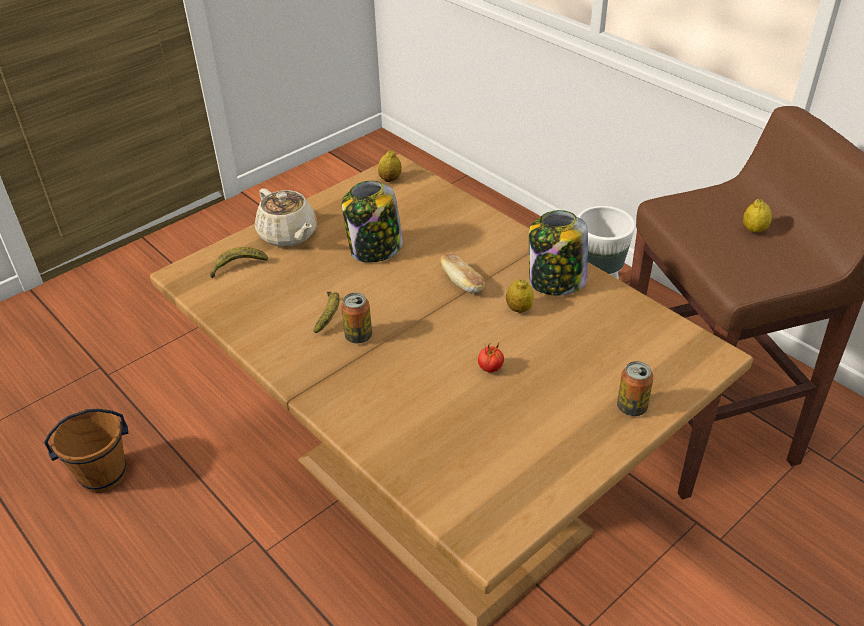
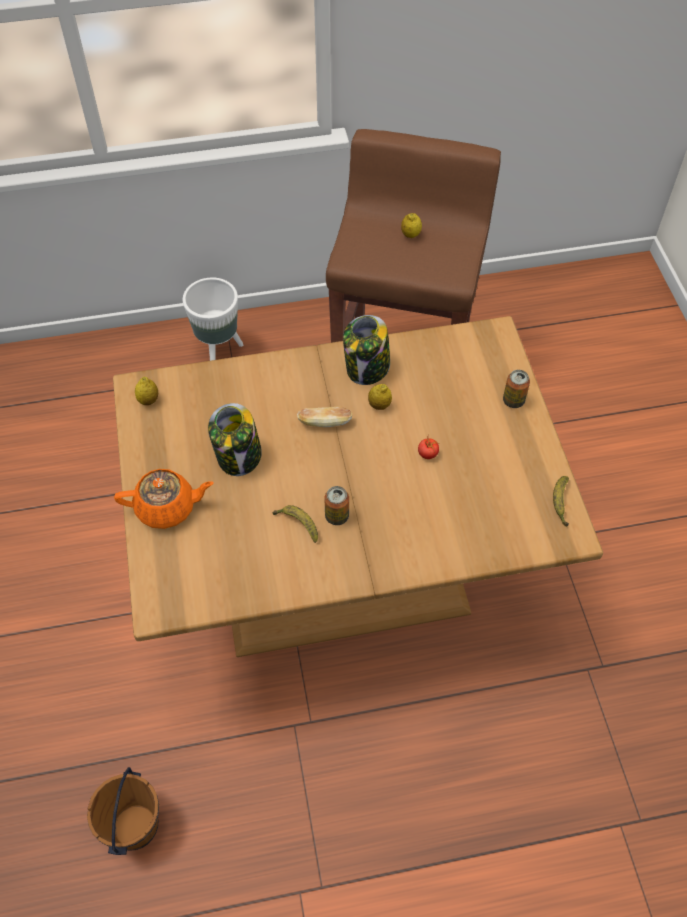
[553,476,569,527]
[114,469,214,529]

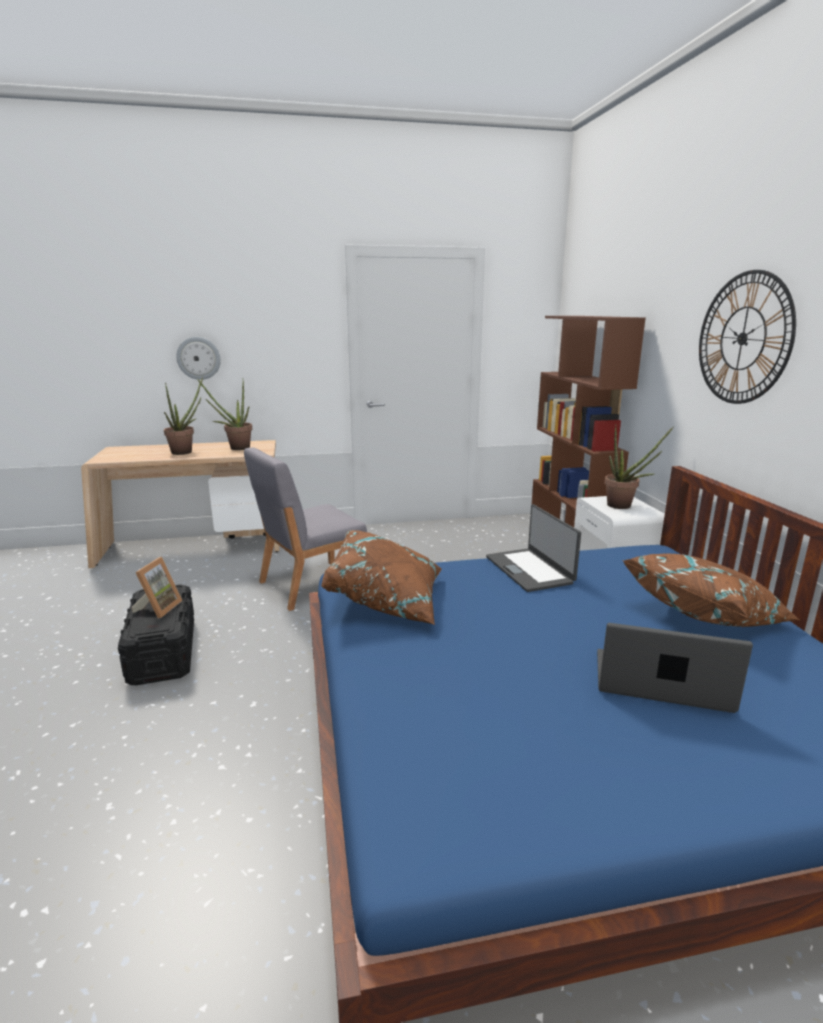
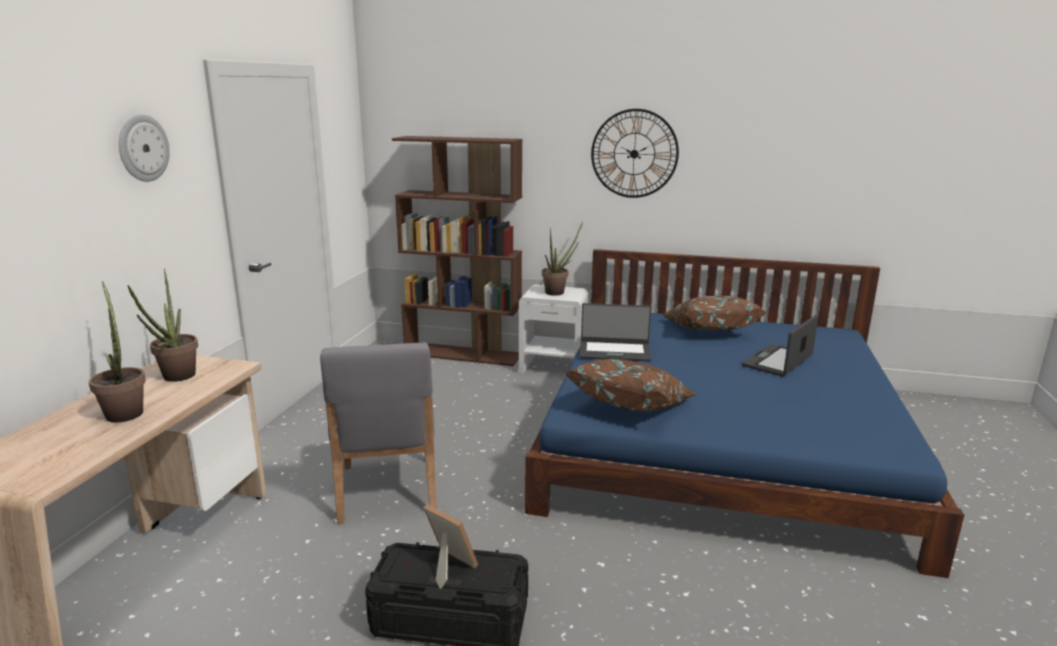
[119,114,170,182]

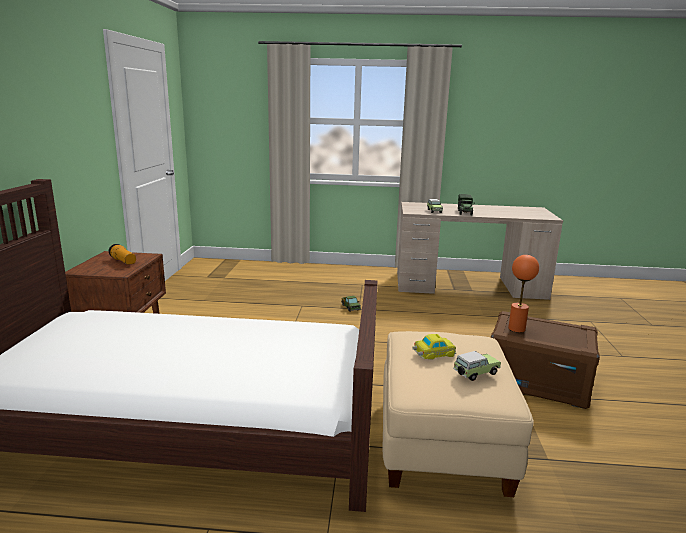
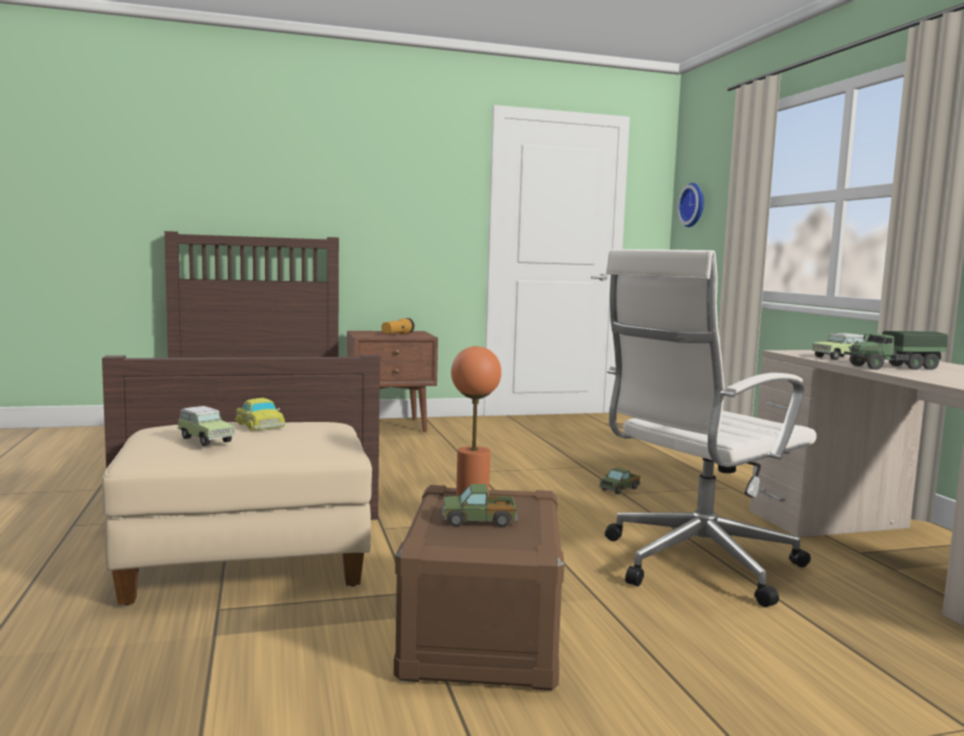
[442,484,518,527]
[605,249,817,607]
[677,183,704,227]

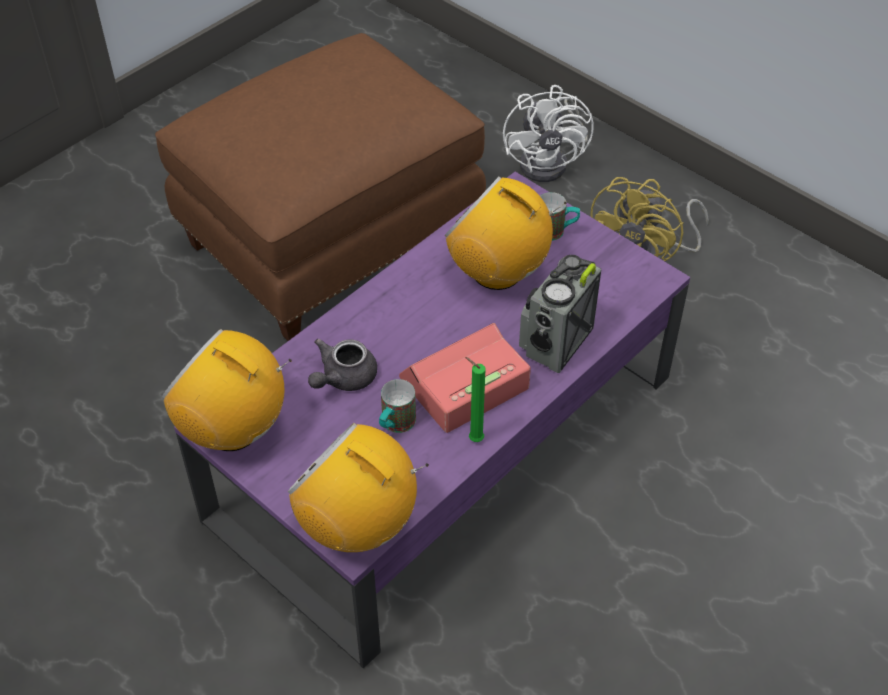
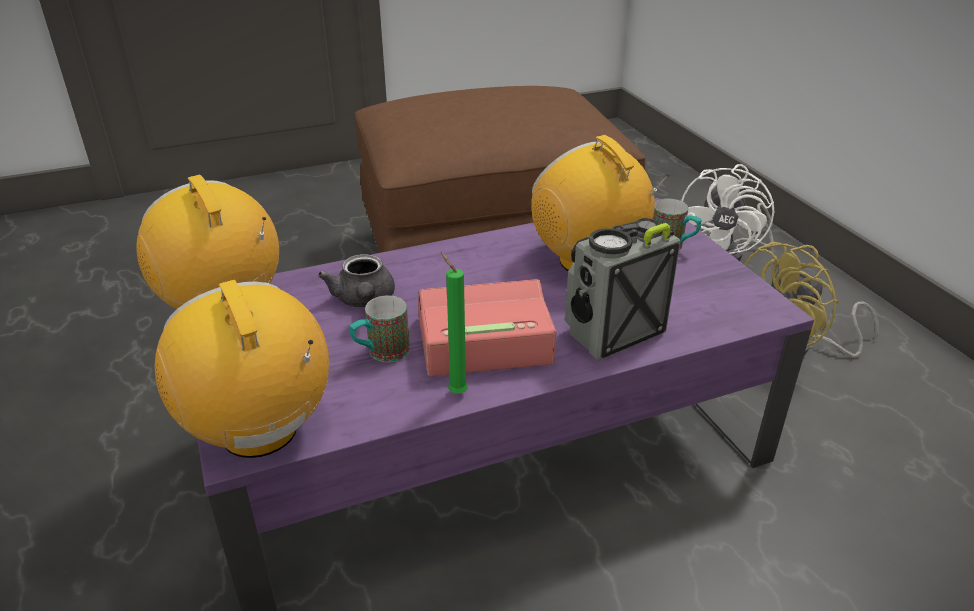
[318,254,395,307]

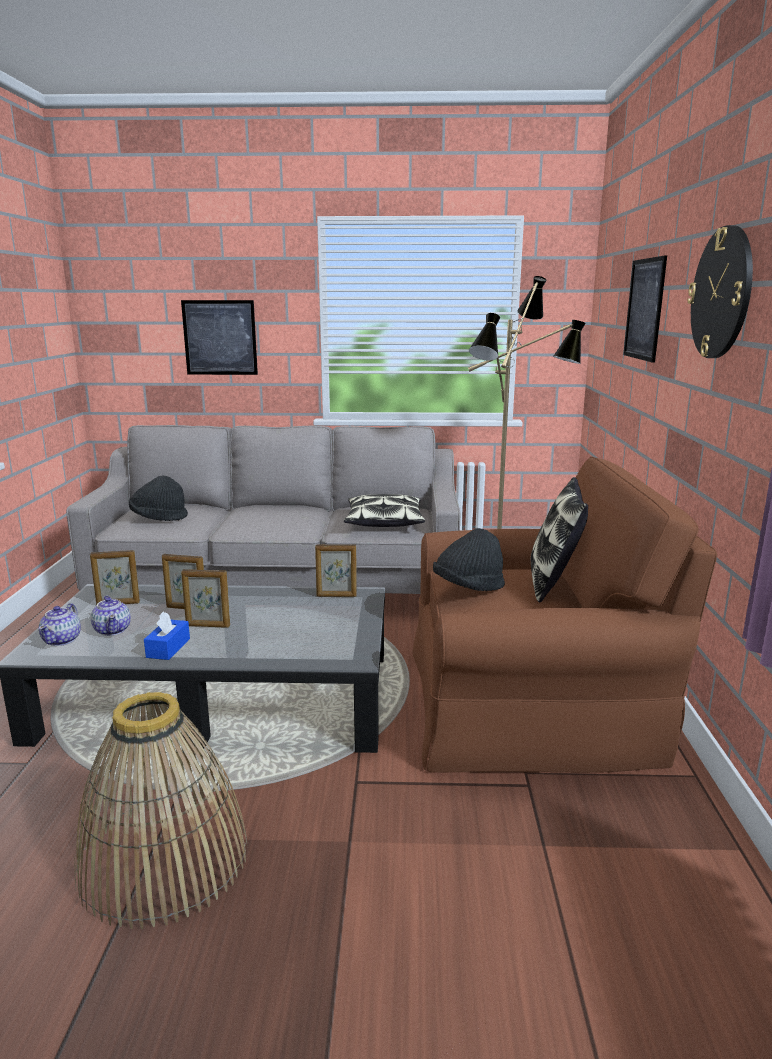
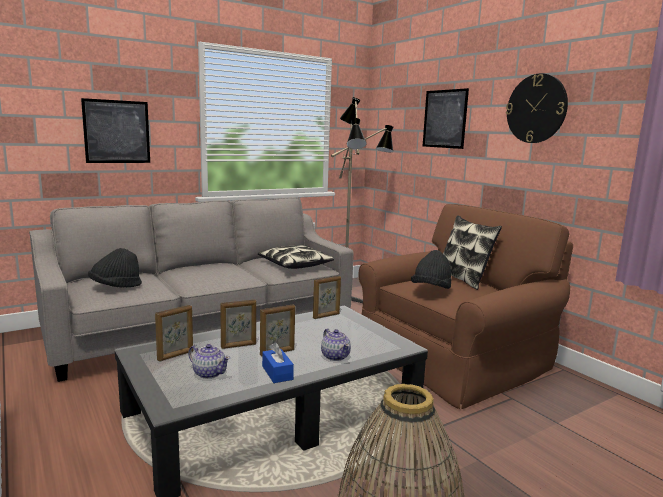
[321,329,351,361]

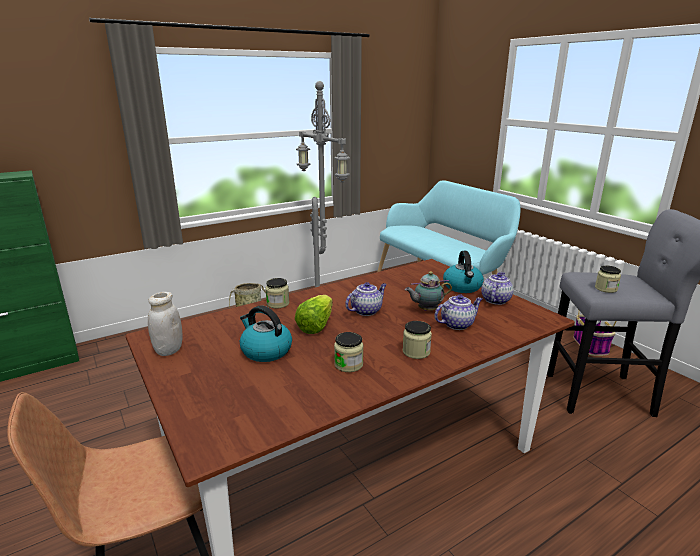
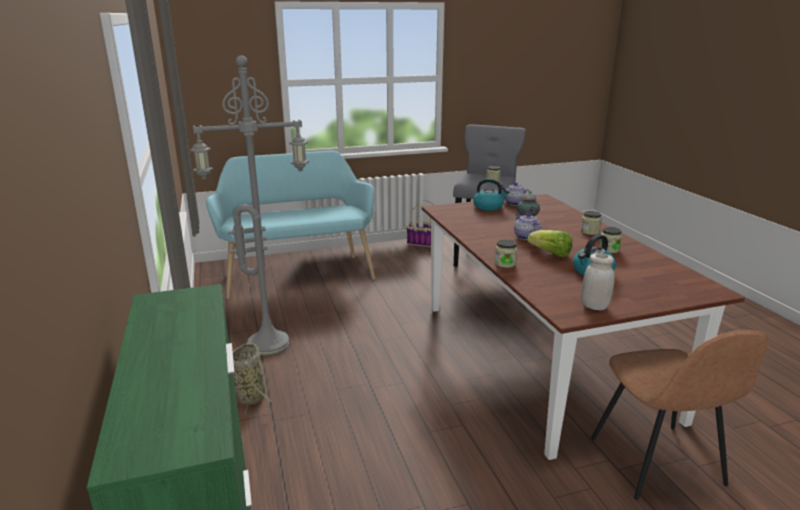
[434,294,482,330] (first image)

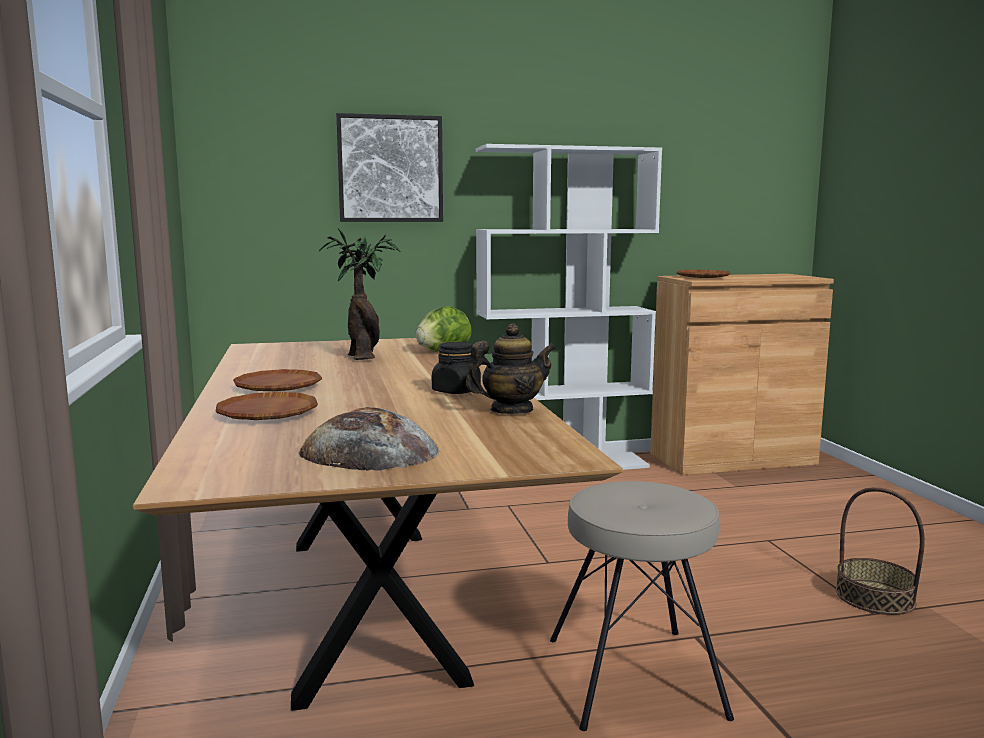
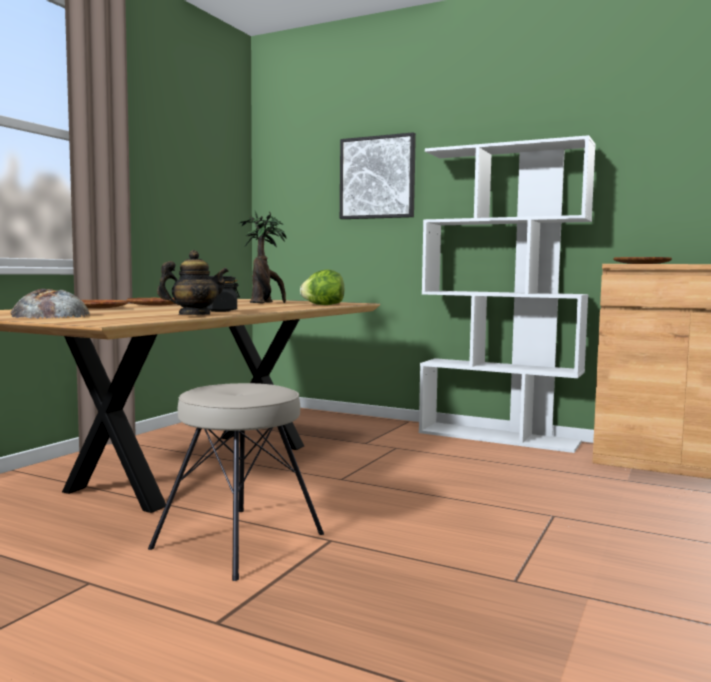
[836,487,925,615] (first image)
[157,250,228,315]

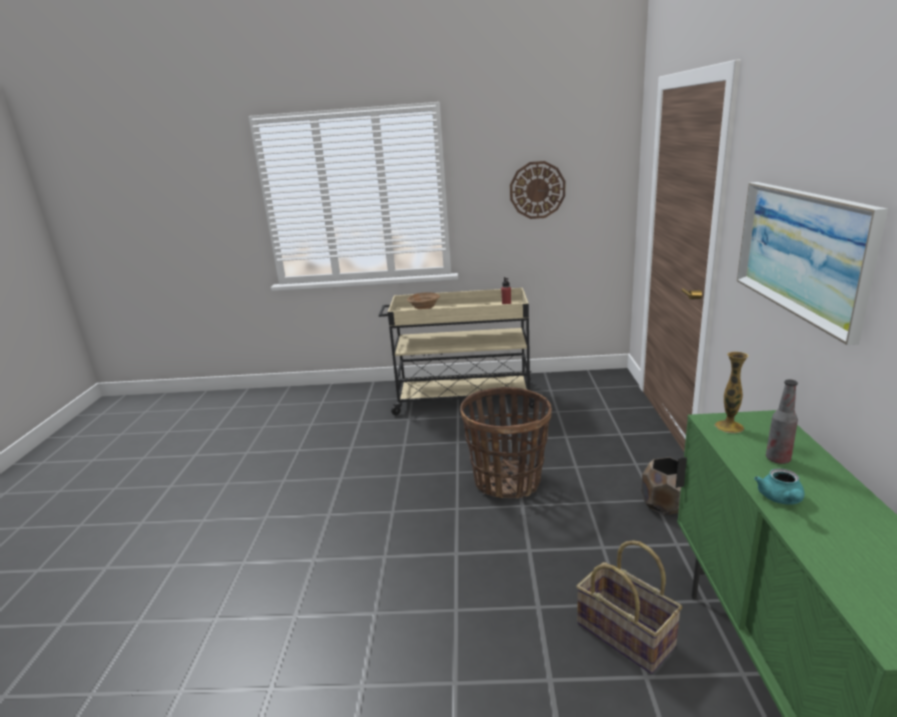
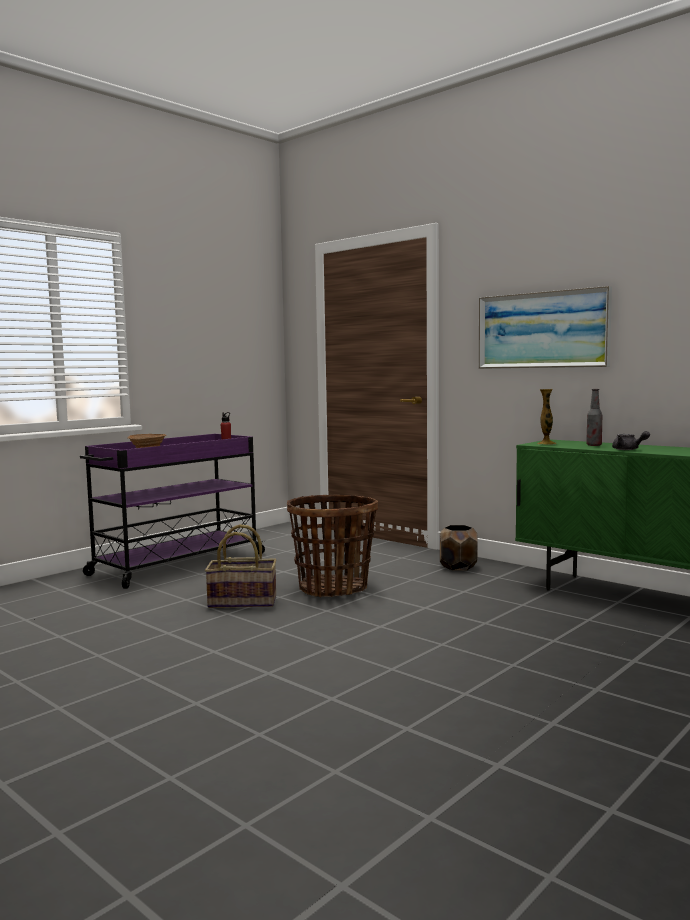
[510,161,565,219] (first image)
[205,524,276,608]
[80,434,267,589]
[612,431,650,450]

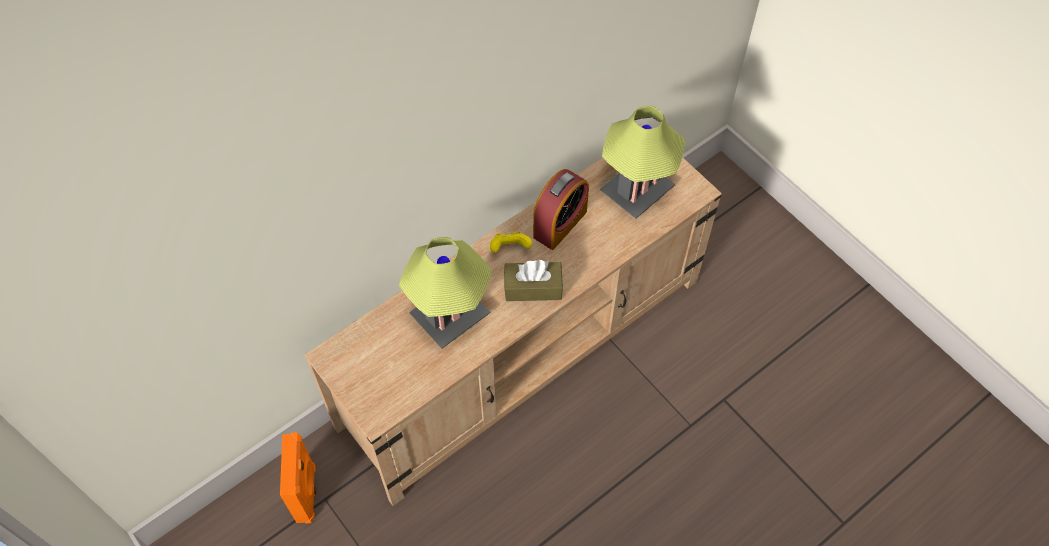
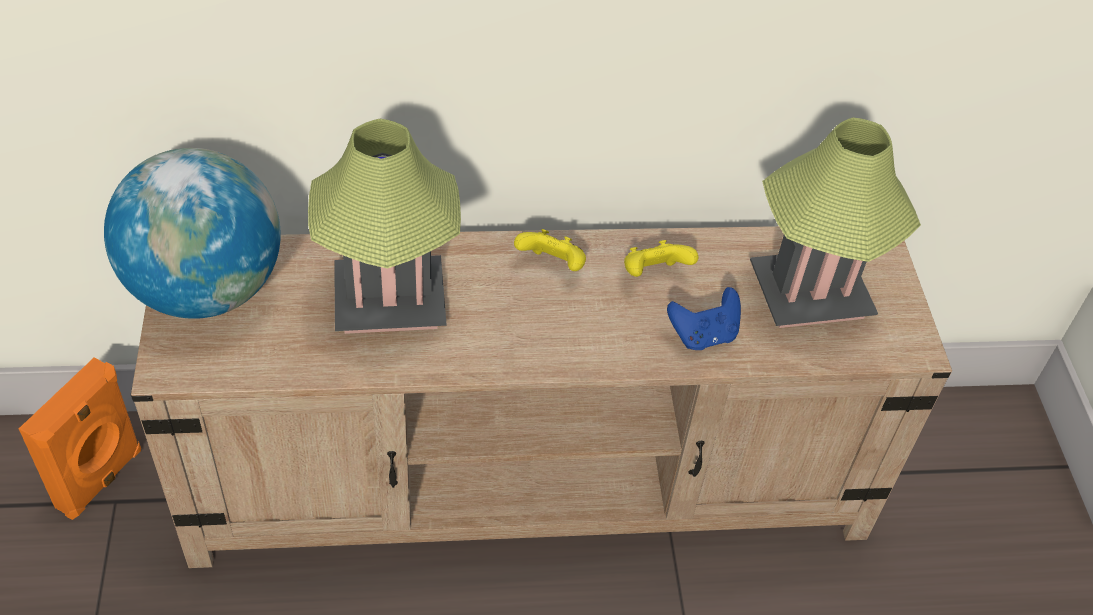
[504,260,563,301] (first image)
[104,148,281,319]
[667,287,741,350]
[624,240,698,277]

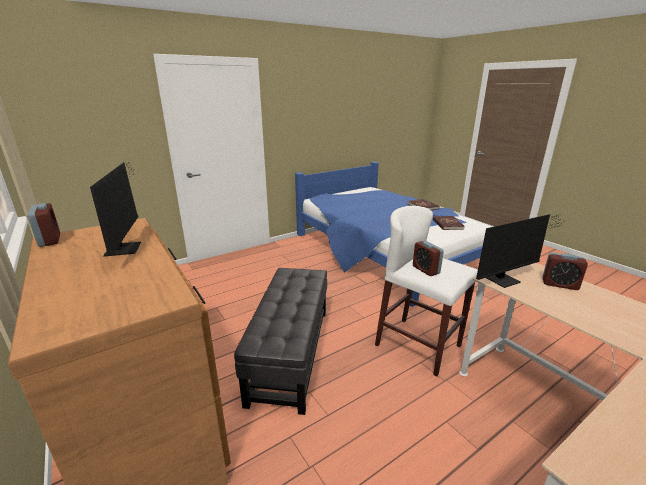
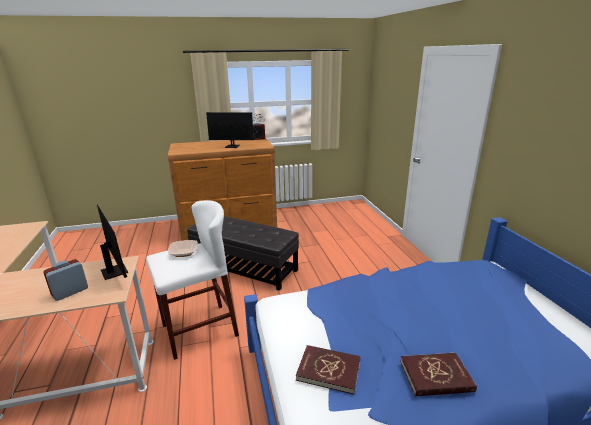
[168,240,198,257]
[95,204,128,280]

